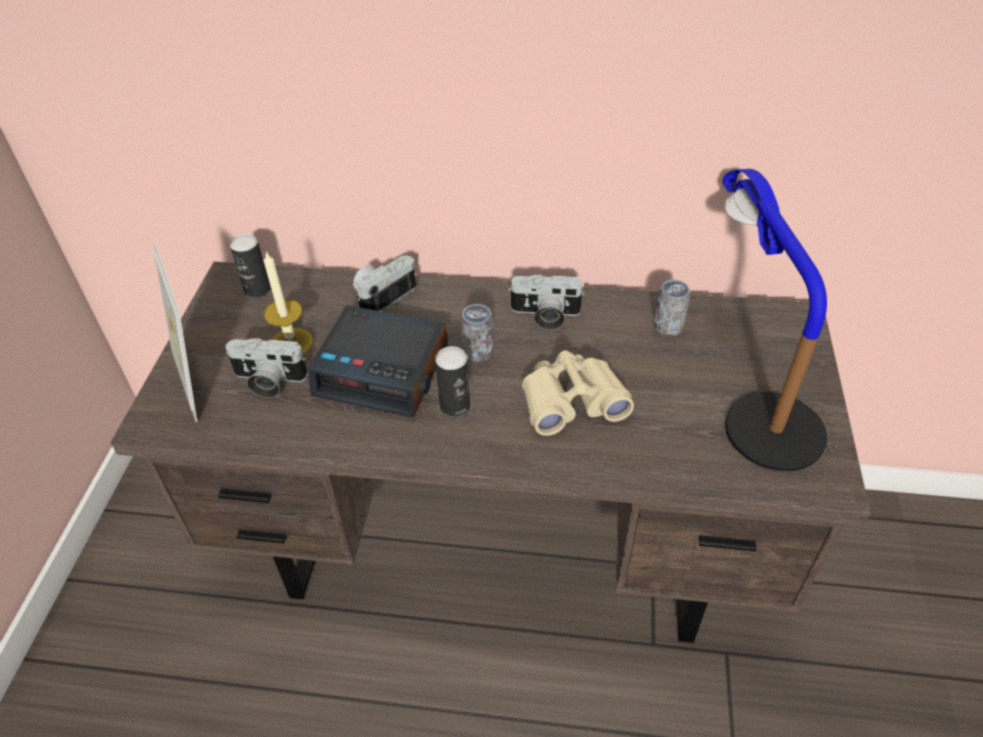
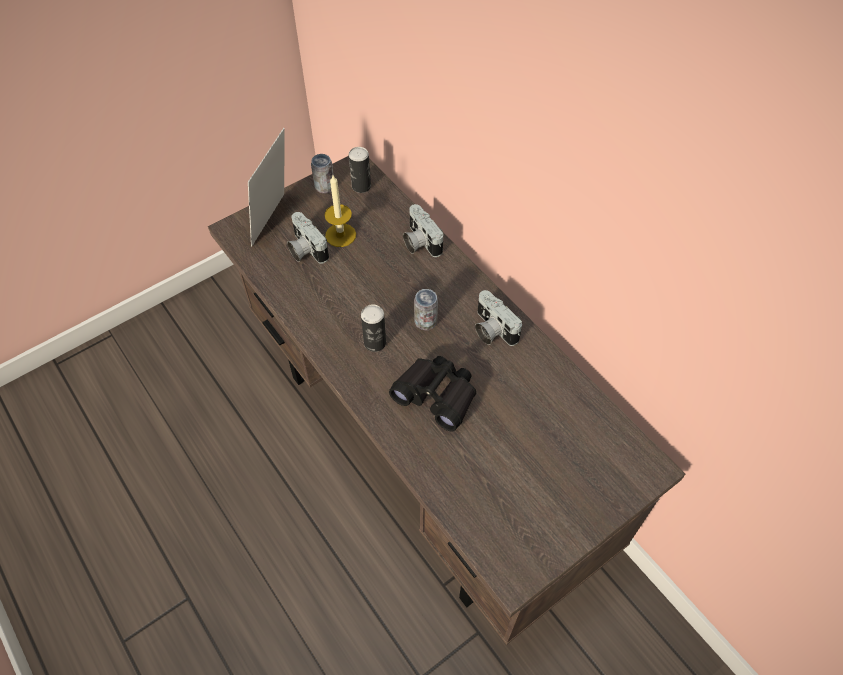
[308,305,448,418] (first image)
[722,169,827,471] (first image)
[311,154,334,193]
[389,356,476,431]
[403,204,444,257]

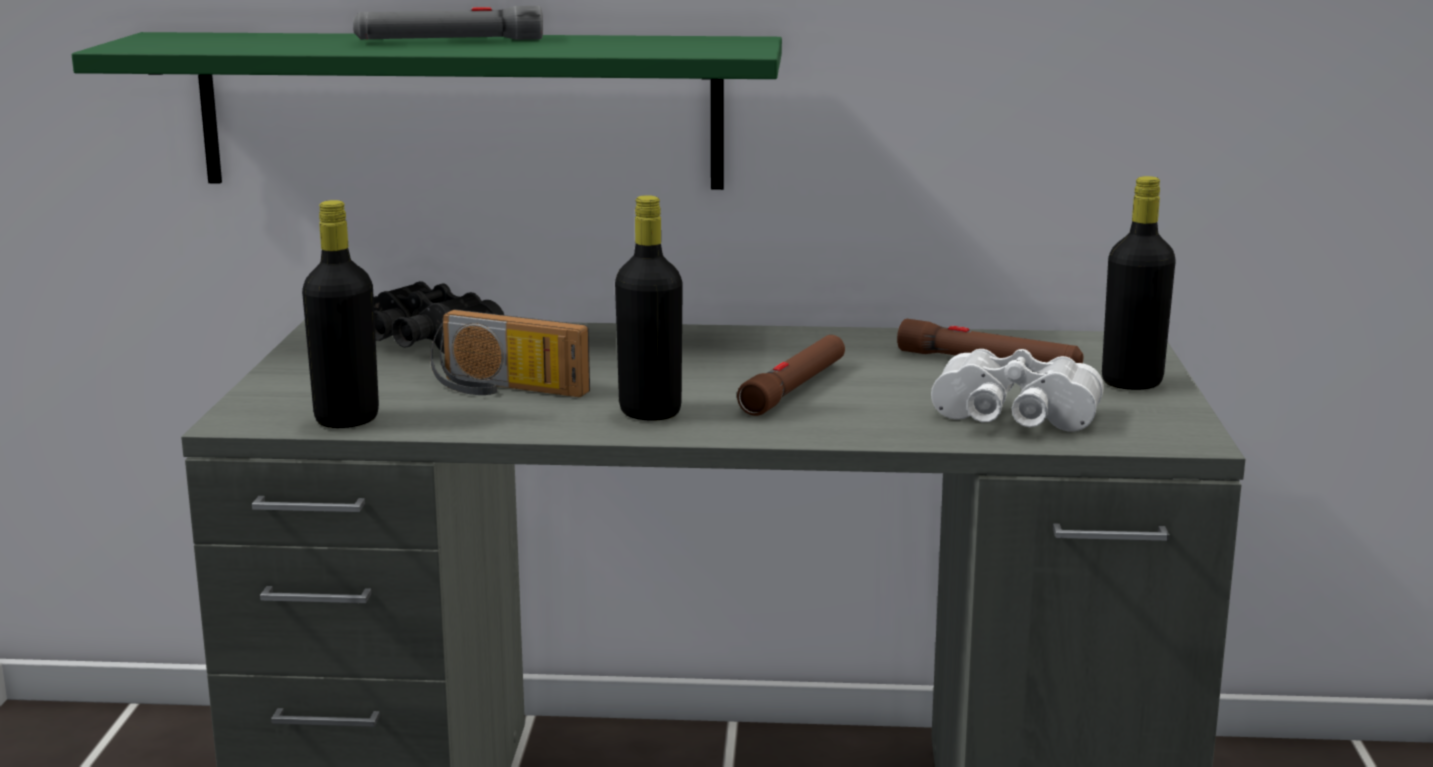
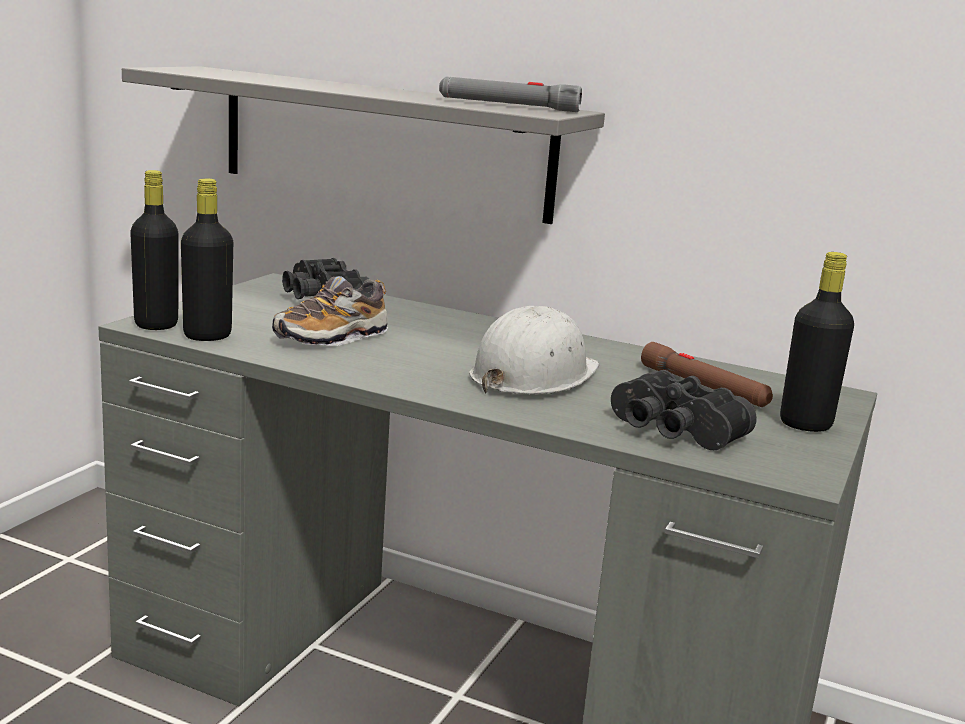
[439,76,582,112]
[130,170,179,330]
[272,276,389,346]
[469,306,600,394]
[122,66,605,224]
[611,370,757,450]

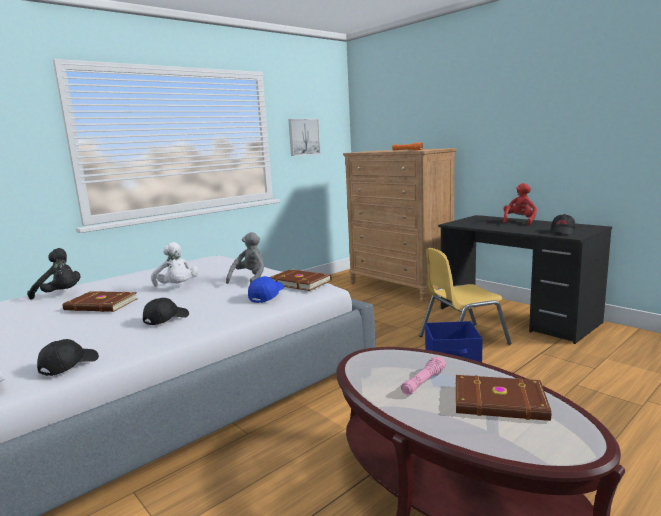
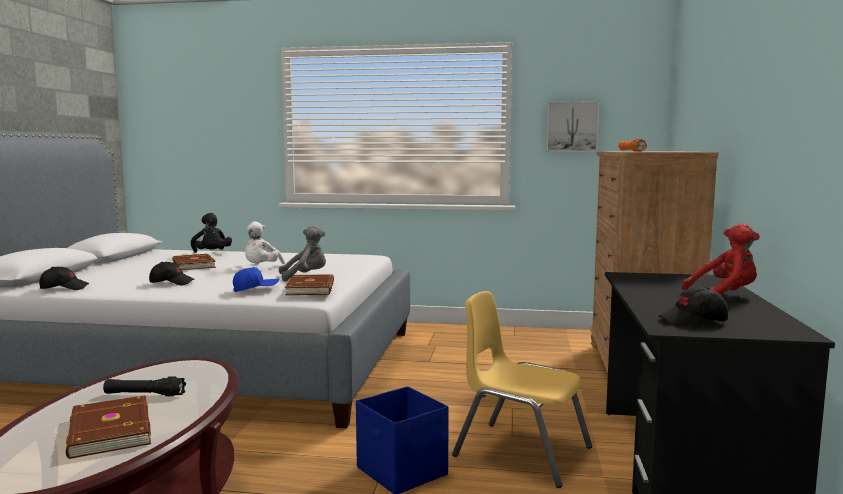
[103,377,186,396]

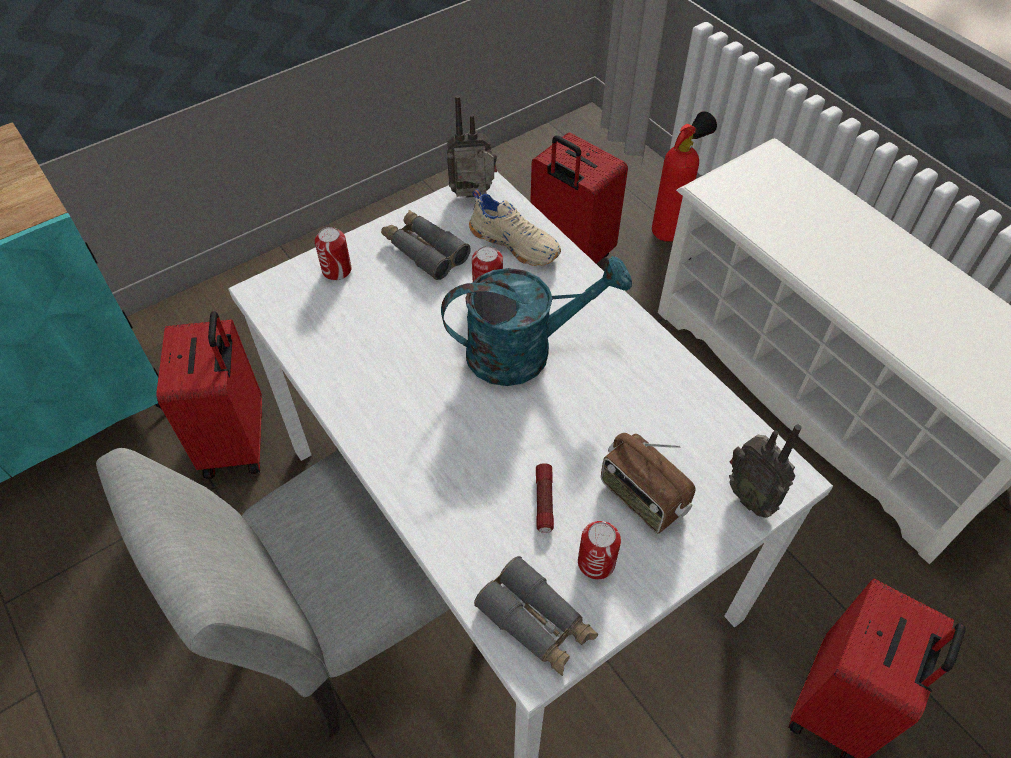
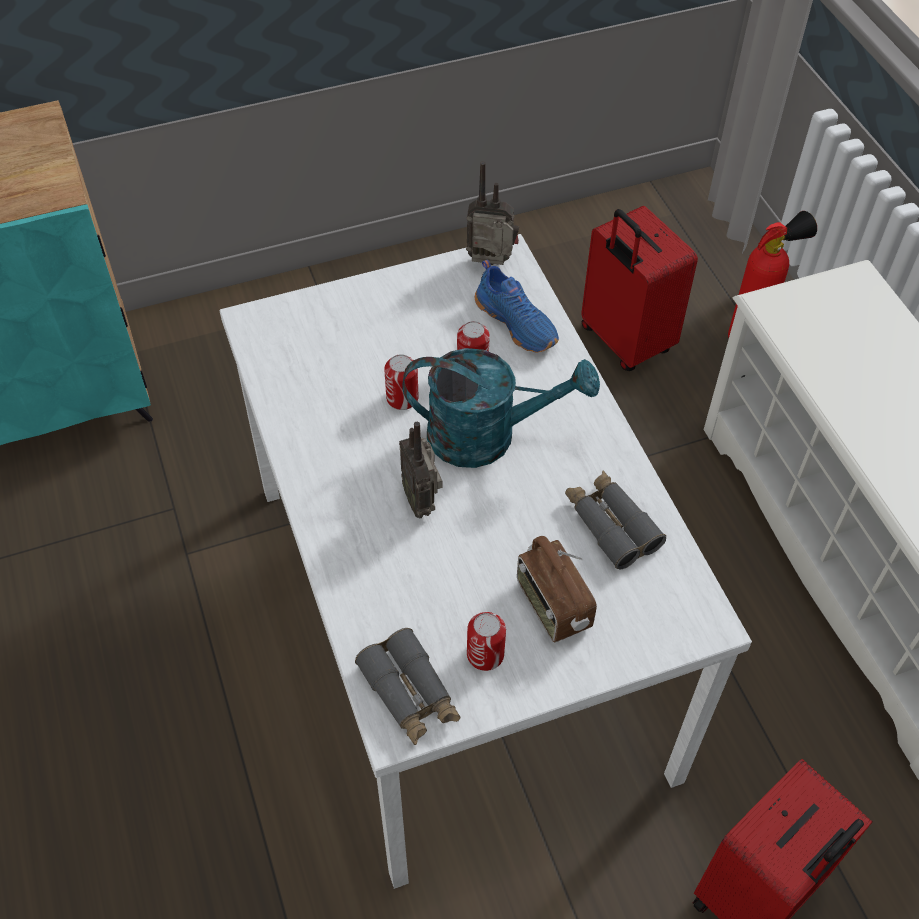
[96,448,450,738] (first image)
[156,311,262,479] (first image)
[536,463,554,533] (first image)
[384,354,419,410]
[565,471,666,569]
[399,422,442,518]
[475,260,559,353]

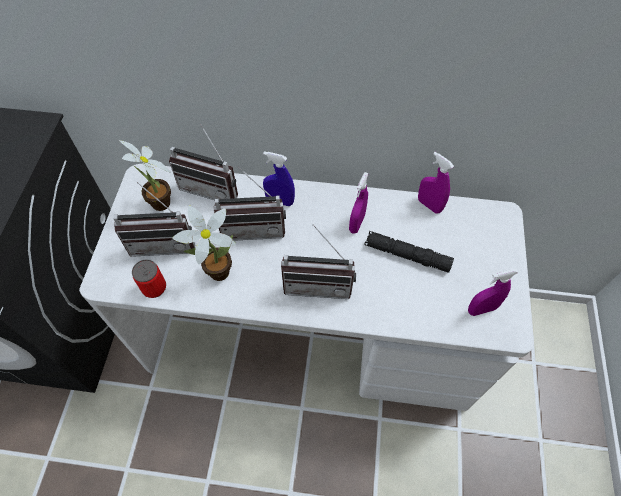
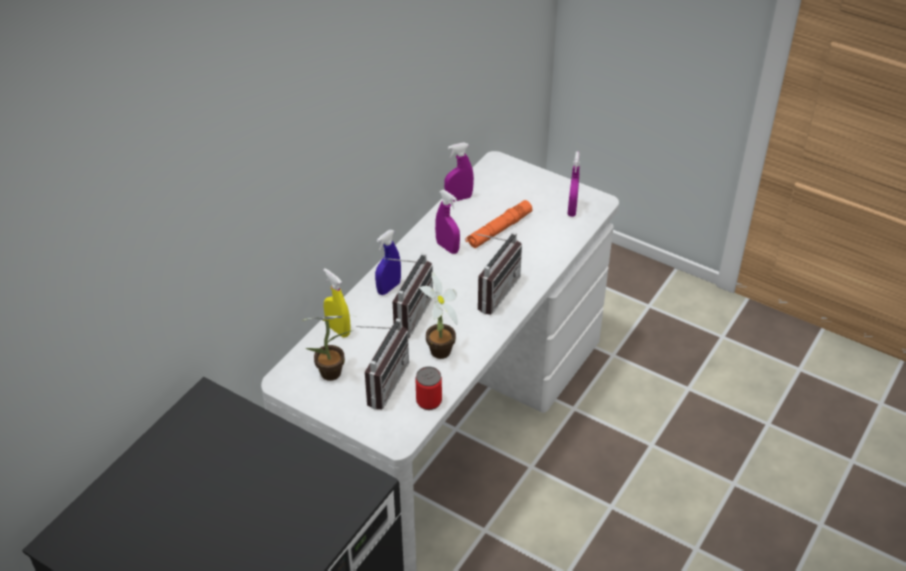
[323,268,351,337]
[465,200,533,248]

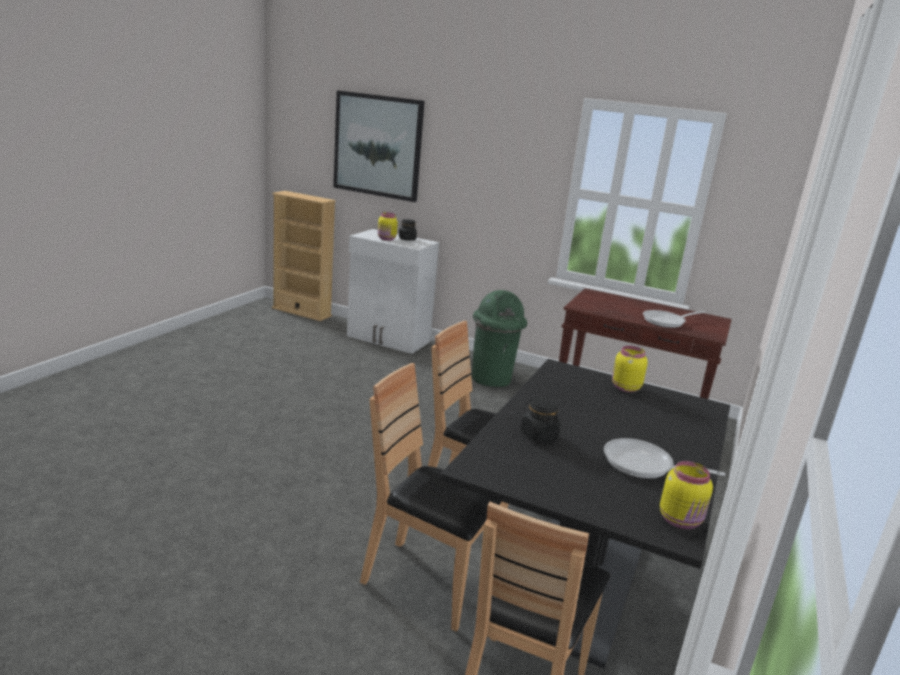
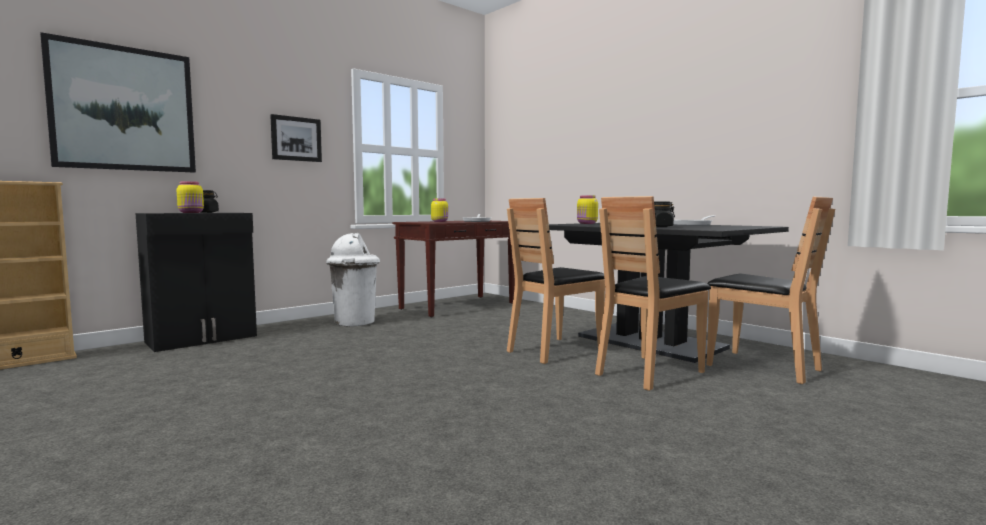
[270,114,322,162]
[431,199,448,222]
[135,213,257,352]
[326,232,380,327]

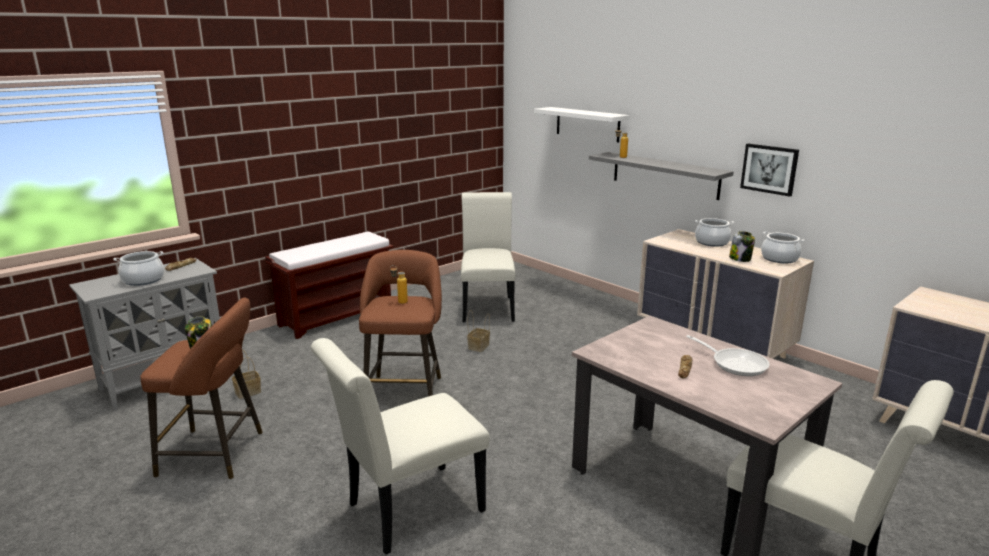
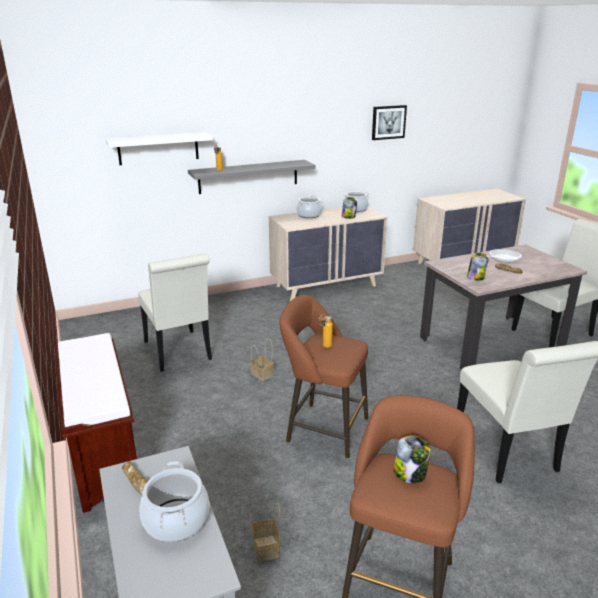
[467,253,488,281]
[372,105,407,140]
[138,254,212,372]

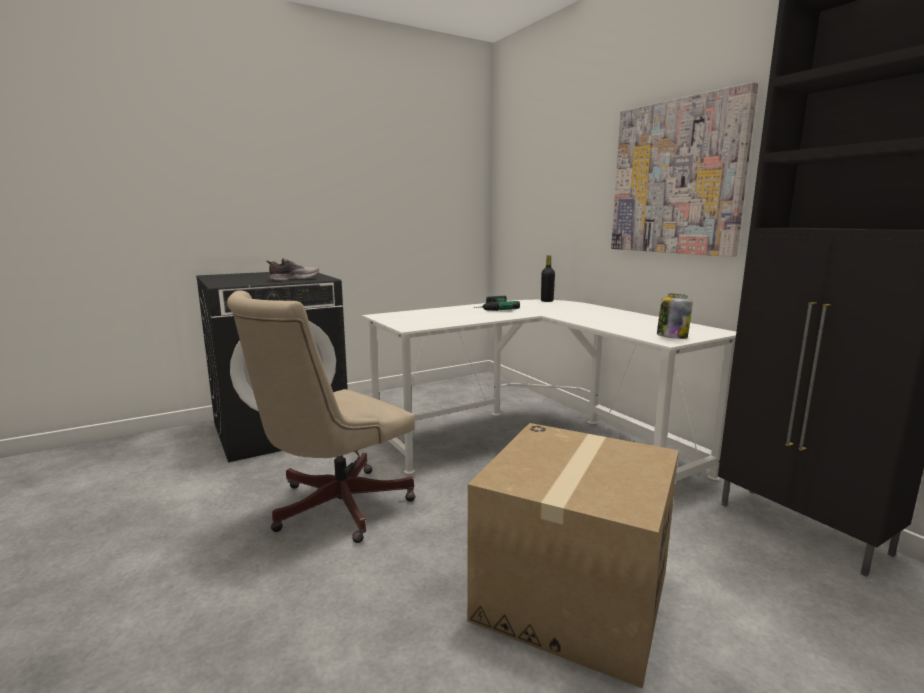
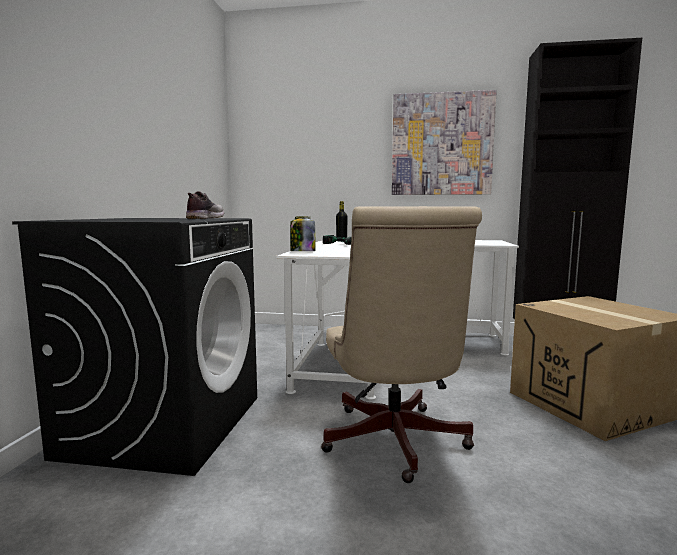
[290,216,315,251]

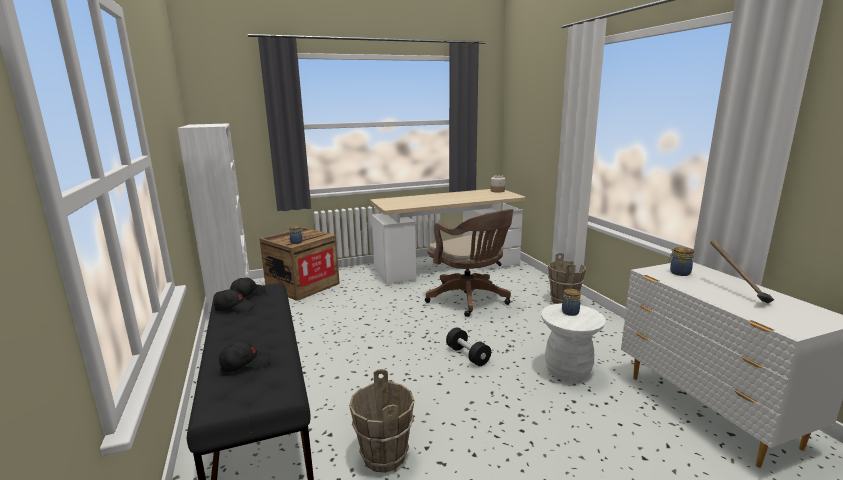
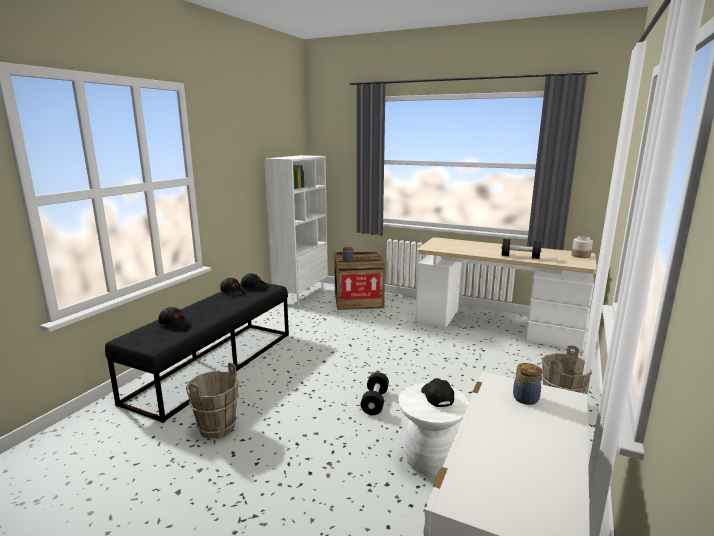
[425,209,513,317] (first image)
[710,240,774,304] (first image)
[501,239,541,259]
[421,378,454,407]

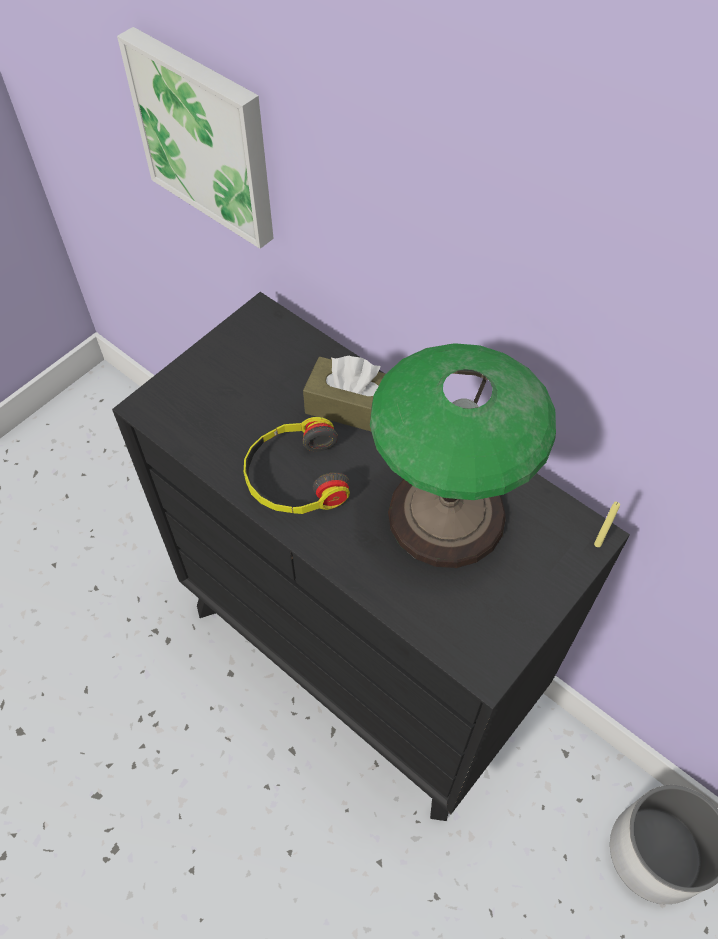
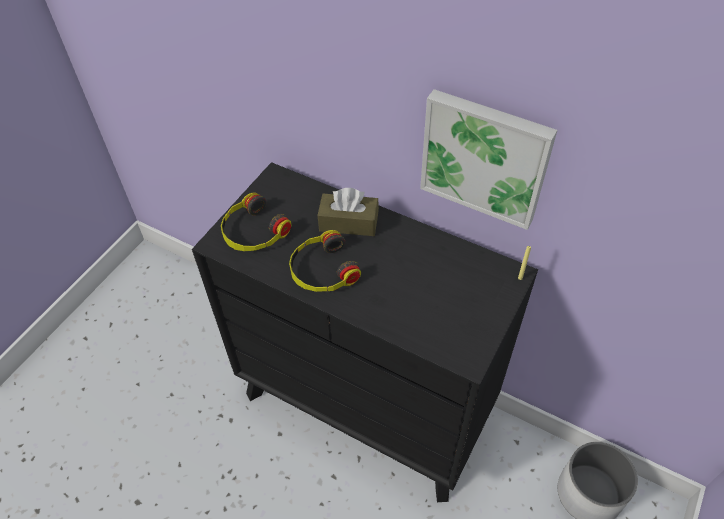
[370,343,556,568] (first image)
[221,193,291,251]
[420,89,557,230]

